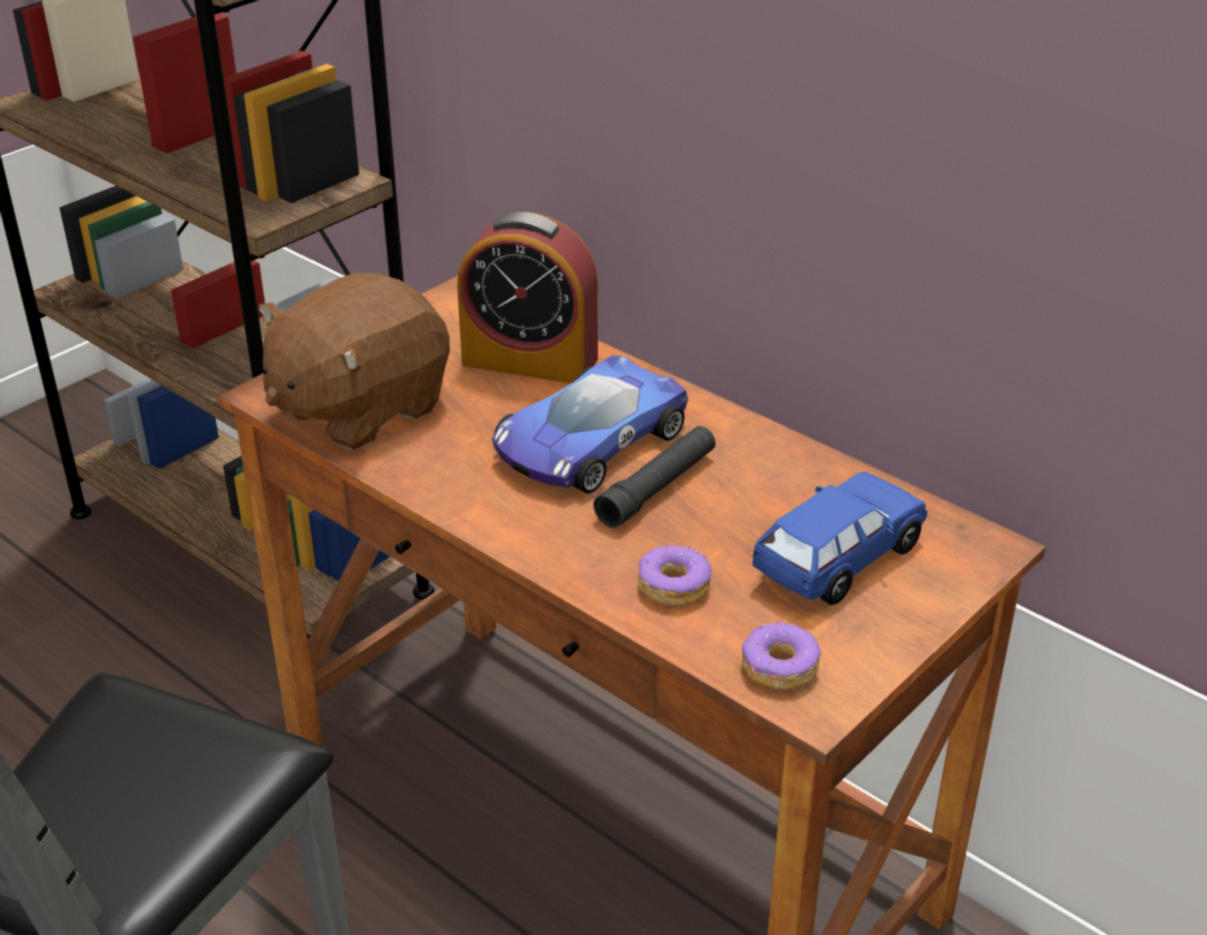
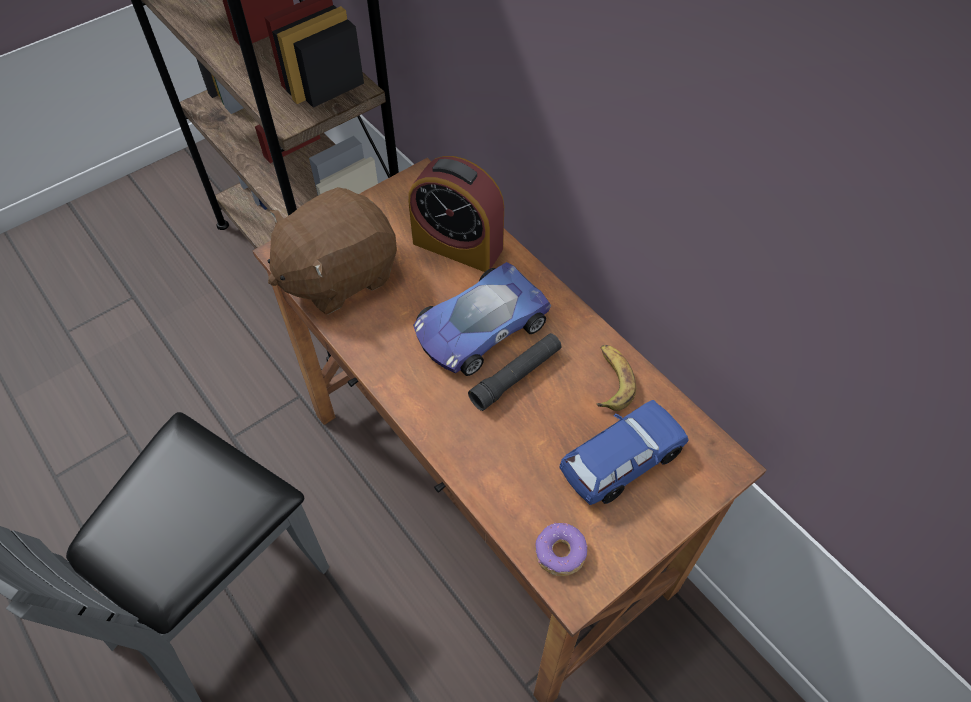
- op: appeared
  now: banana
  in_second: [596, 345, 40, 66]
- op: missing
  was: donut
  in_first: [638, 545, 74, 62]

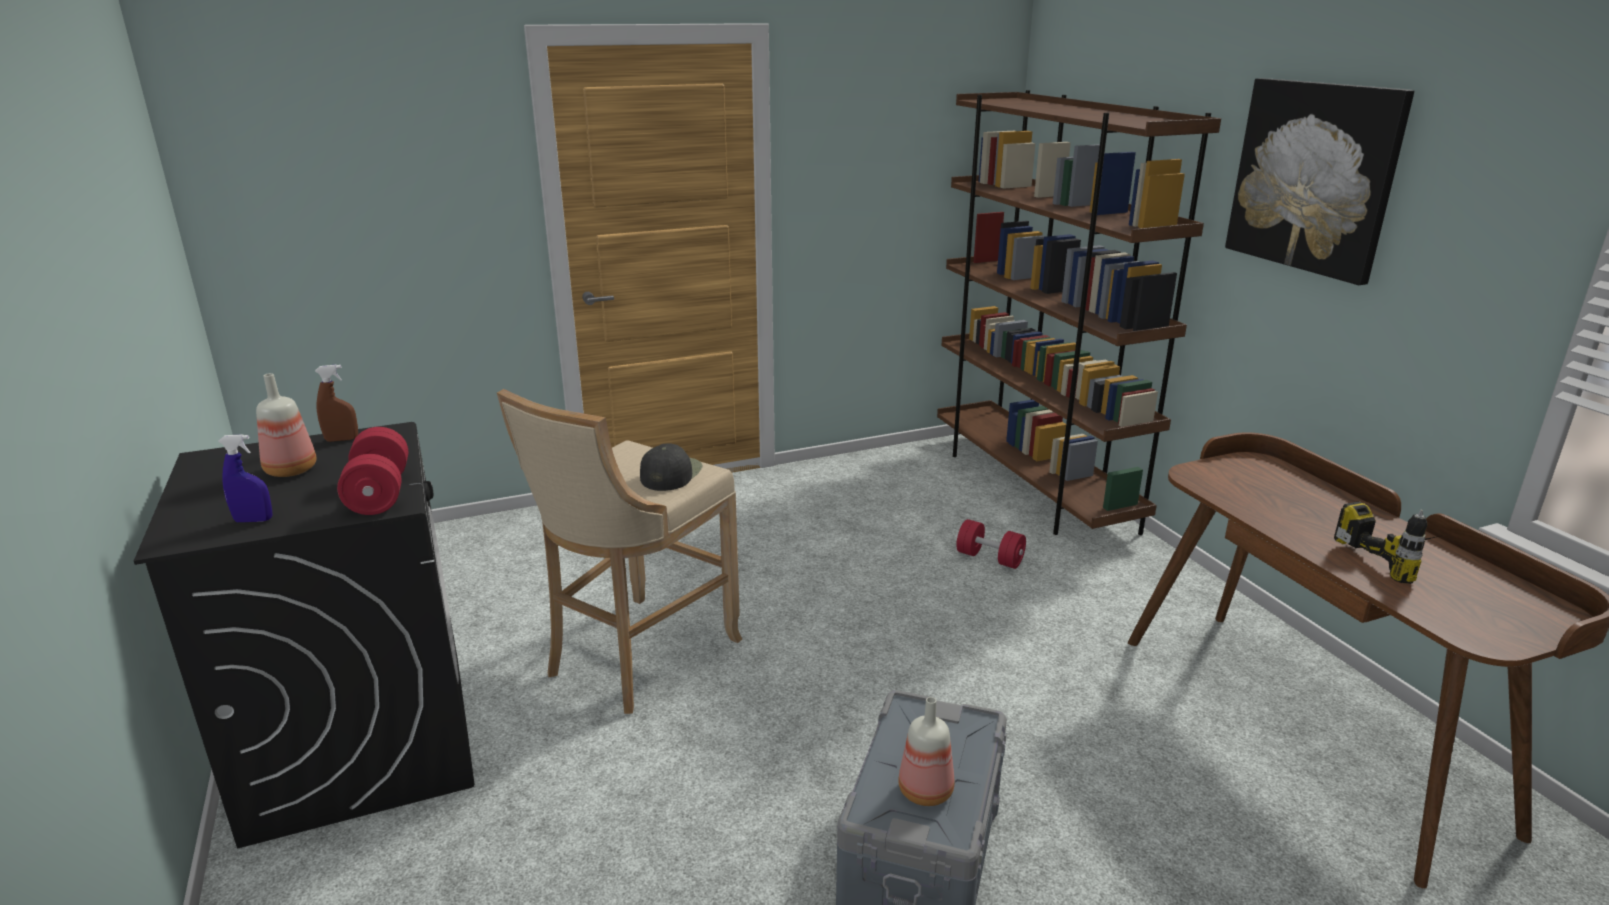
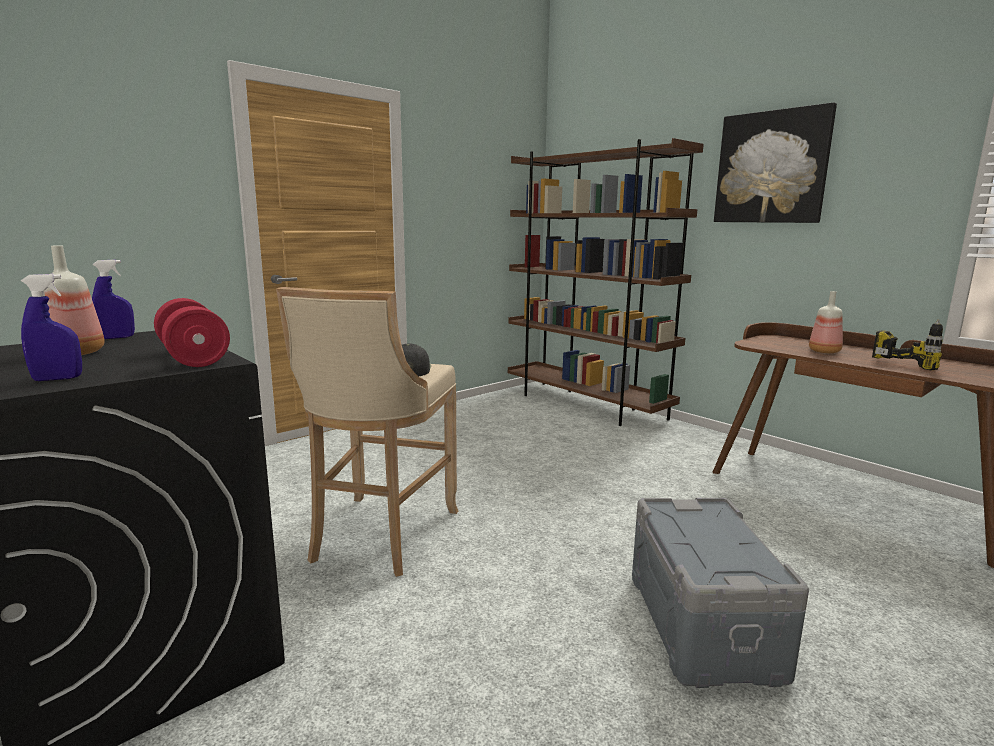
- op: colour
  was: brown_spray_bottle
  now: blue_spray_bottle
  in_first: [315, 365, 43, 77]
  in_second: [92, 260, 43, 79]
- op: relocated
  was: bottle
  in_first: [898, 697, 56, 109]
  in_second: [809, 291, 34, 62]
- op: missing
  was: red_dumbbell
  in_first: [957, 519, 69, 50]

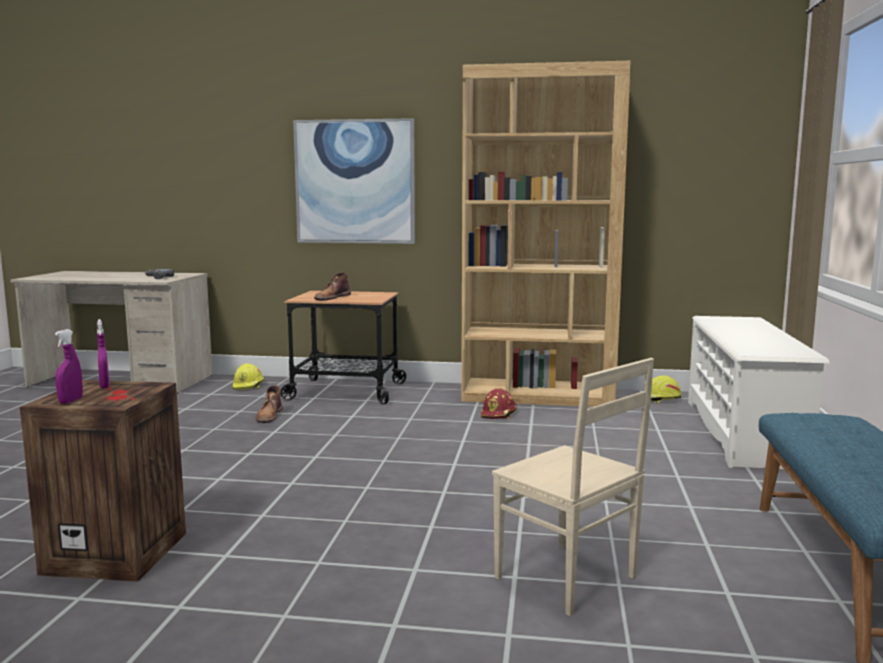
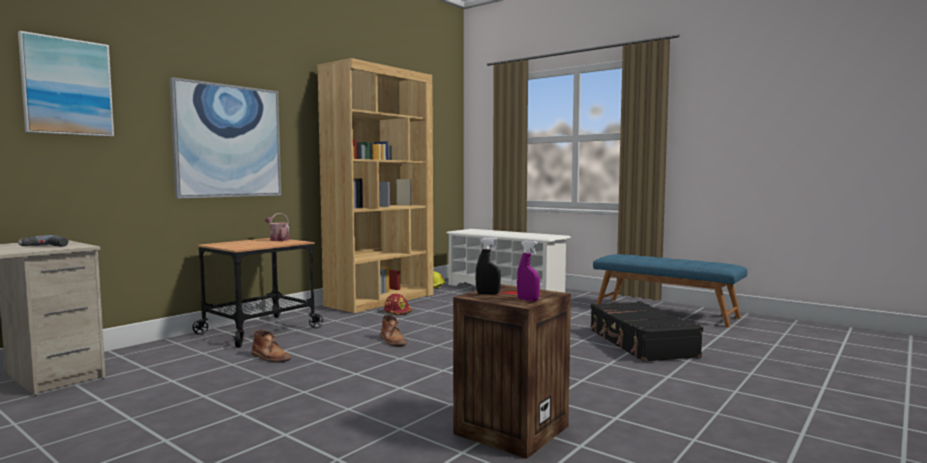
- op: appeared
  now: picture
  in_second: [18, 31, 96, 106]
- op: appeared
  now: watering_can
  in_second: [265, 213, 25, 28]
- op: relocated
  was: brown_boot
  in_first: [314, 272, 37, 29]
  in_second: [380, 315, 27, 31]
- op: colour
  was: purple_spray_bottle
  now: black_spray_bottle
  in_first: [97, 319, 12, 69]
  in_second: [476, 237, 25, 57]
- op: exchanged
  was: beige_chair
  now: black_suitcase
  in_first: [492, 358, 162, 258]
  in_second: [590, 301, 113, 61]
- op: missing
  was: yellow_hard_hat
  in_first: [232, 363, 32, 27]

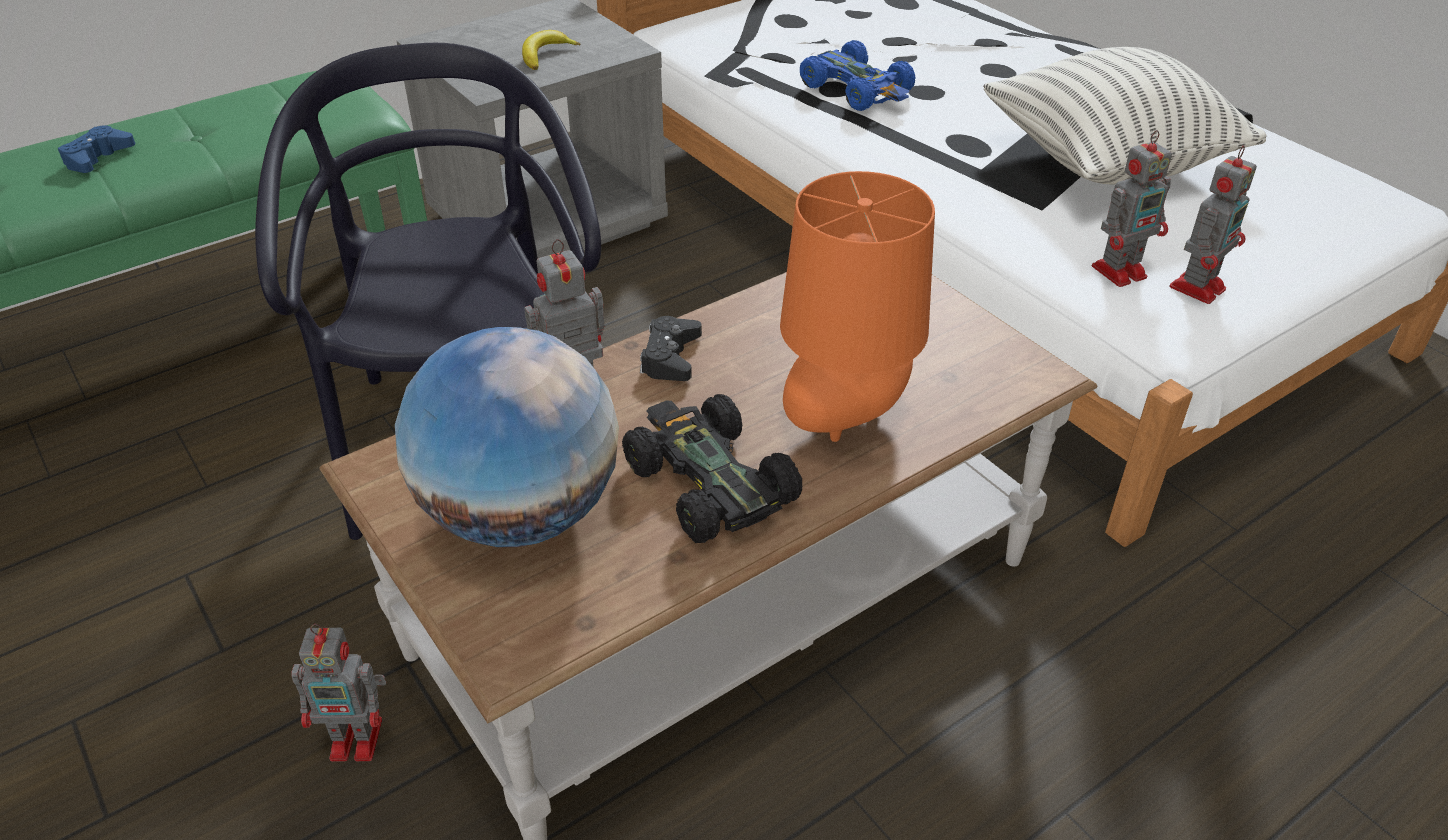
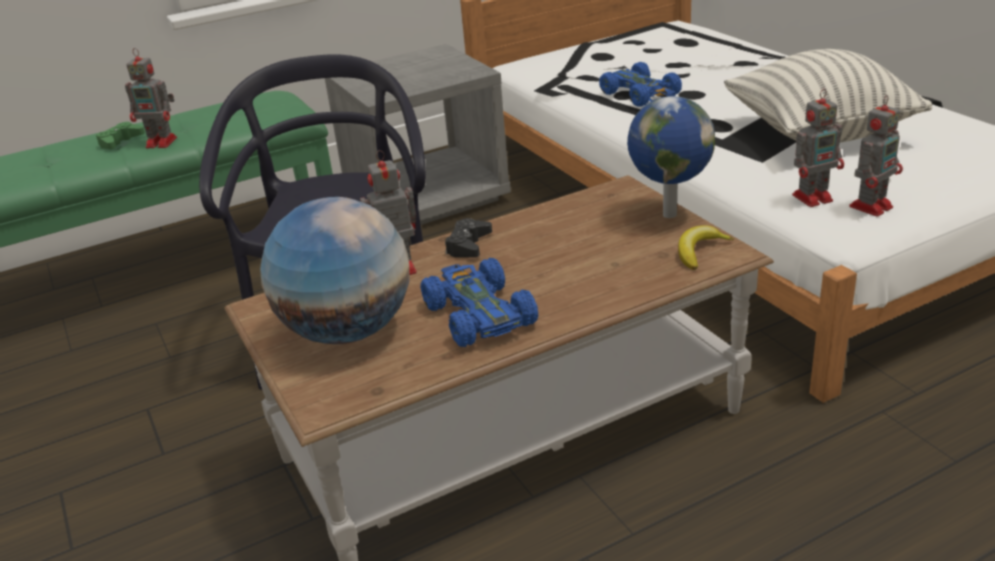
- op: colour
  was: blue_game_controller
  now: green_game_controller
  in_first: [58, 125, 77, 48]
  in_second: [96, 122, 49, 27]
- op: relocated
  was: toy_robot
  in_first: [291, 624, 95, 138]
  in_second: [125, 48, 52, 100]
- op: colour
  was: black_toy_car
  now: blue_toy_car
  in_first: [622, 394, 181, 149]
  in_second: [420, 258, 118, 89]
- op: appeared
  now: globe
  in_second: [627, 96, 88, 122]
- op: relocated
  was: banana
  in_first: [522, 30, 58, 40]
  in_second: [678, 225, 56, 45]
- op: missing
  was: orange_table_lamp
  in_first: [780, 171, 155, 271]

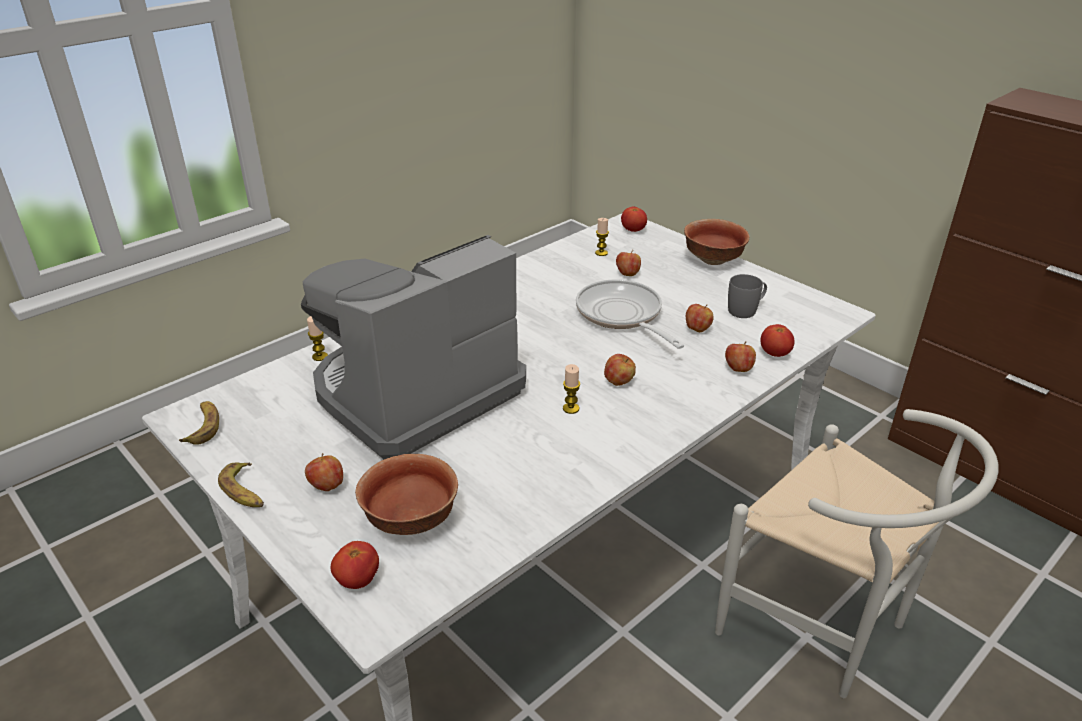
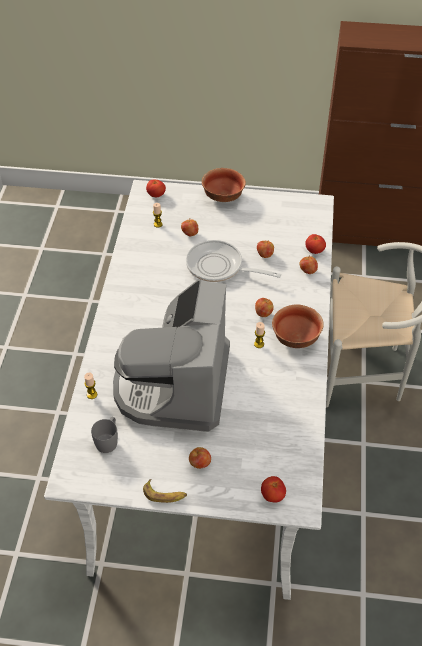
- op: relocated
  was: grey_mug
  in_first: [728, 274, 39, 44]
  in_second: [91, 417, 27, 36]
- op: relocated
  was: bowl
  in_first: [355, 454, 103, 81]
  in_second: [272, 305, 52, 43]
- op: missing
  was: banana
  in_first: [179, 401, 40, 44]

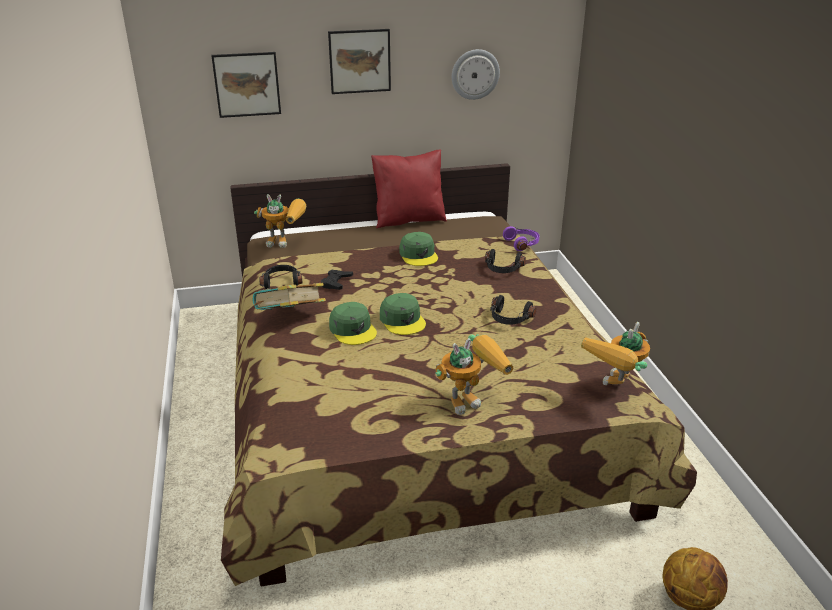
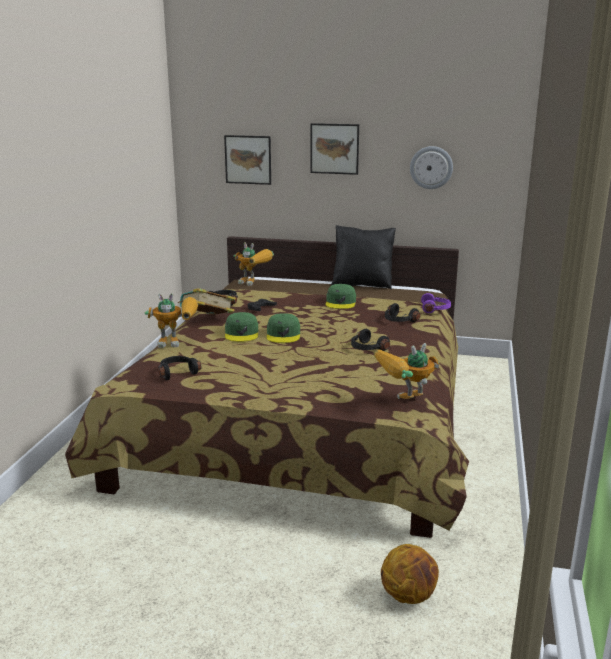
- op: relocated
  was: toy_robot
  in_first: [435, 334, 78, 81]
  in_second: [145, 293, 53, 55]
- op: appeared
  now: black_headphones
  in_second: [158, 356, 43, 24]
- op: colour
  was: red_pillow
  now: black_pillow
  in_first: [371, 150, 76, 78]
  in_second: [331, 225, 65, 64]

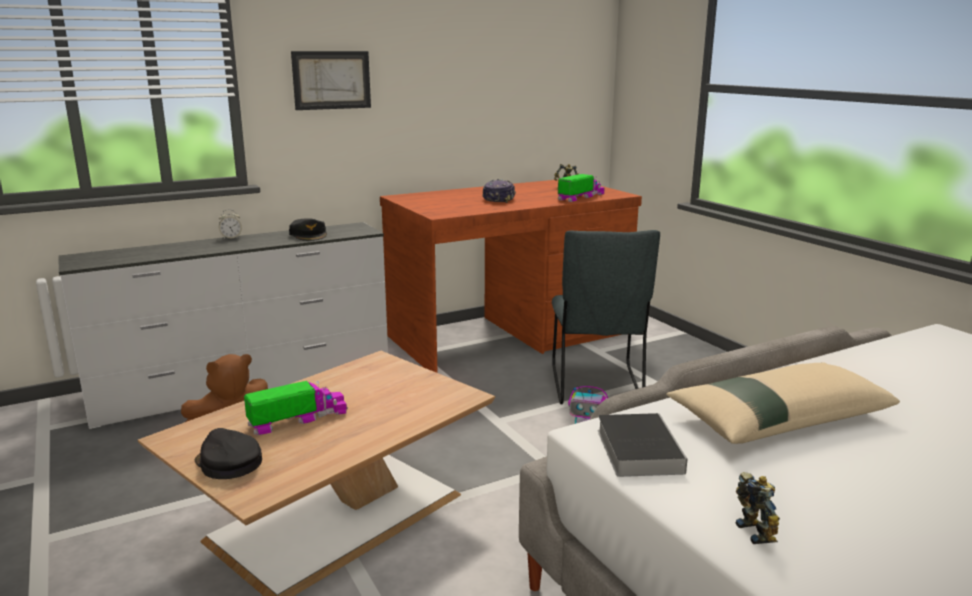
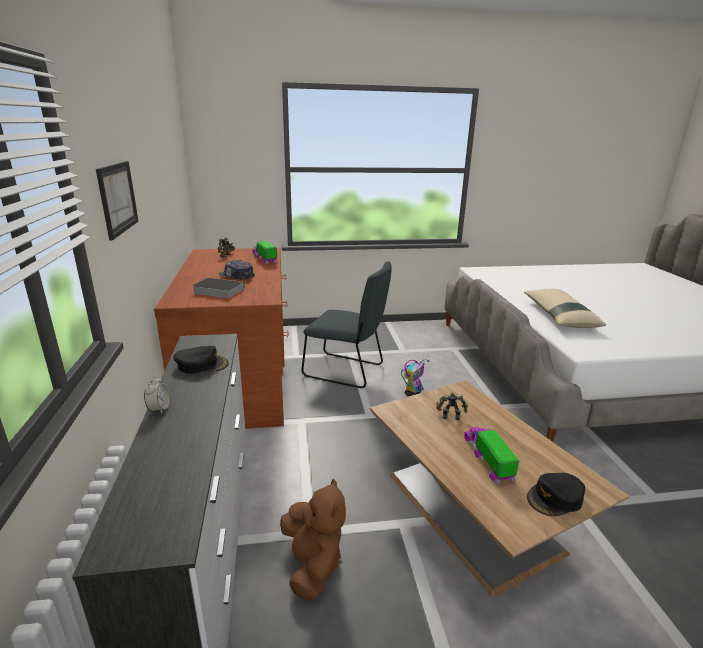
- op: relocated
  was: book
  in_first: [597, 413, 91, 64]
  in_second: [192, 278, 52, 20]
- op: relocated
  was: toy_robot
  in_first: [735, 472, 45, 72]
  in_second: [436, 392, 32, 28]

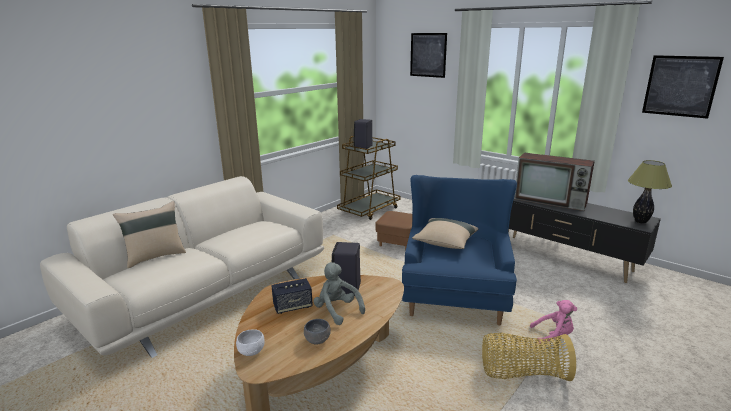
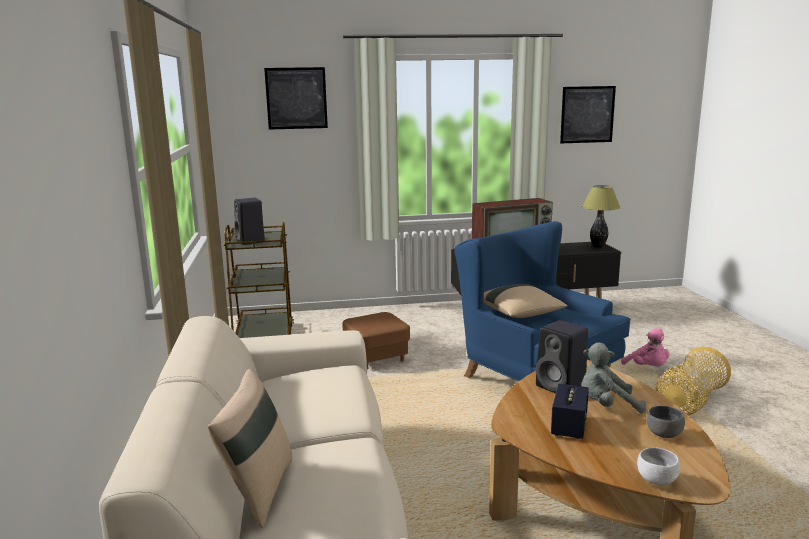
- op: spun
  was: pink_plush_toy
  in_first: [530, 300, 47, 44]
  in_second: [621, 328, 48, 38]
  clockwise: 105

